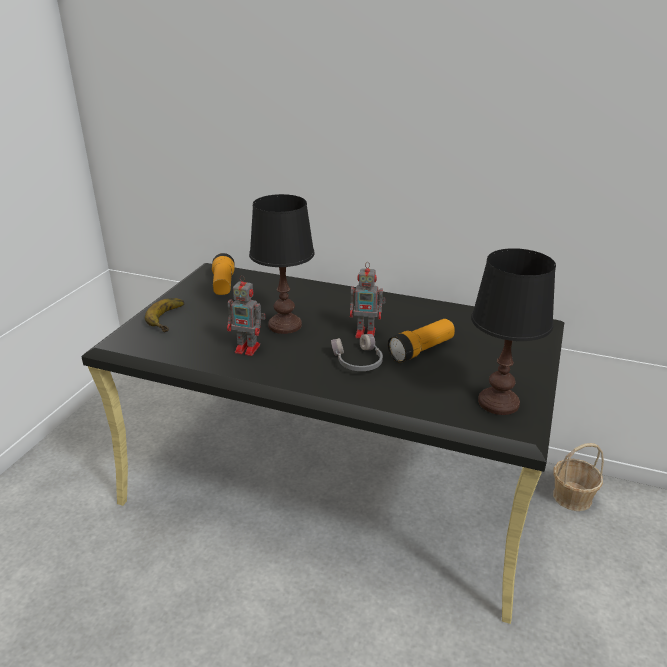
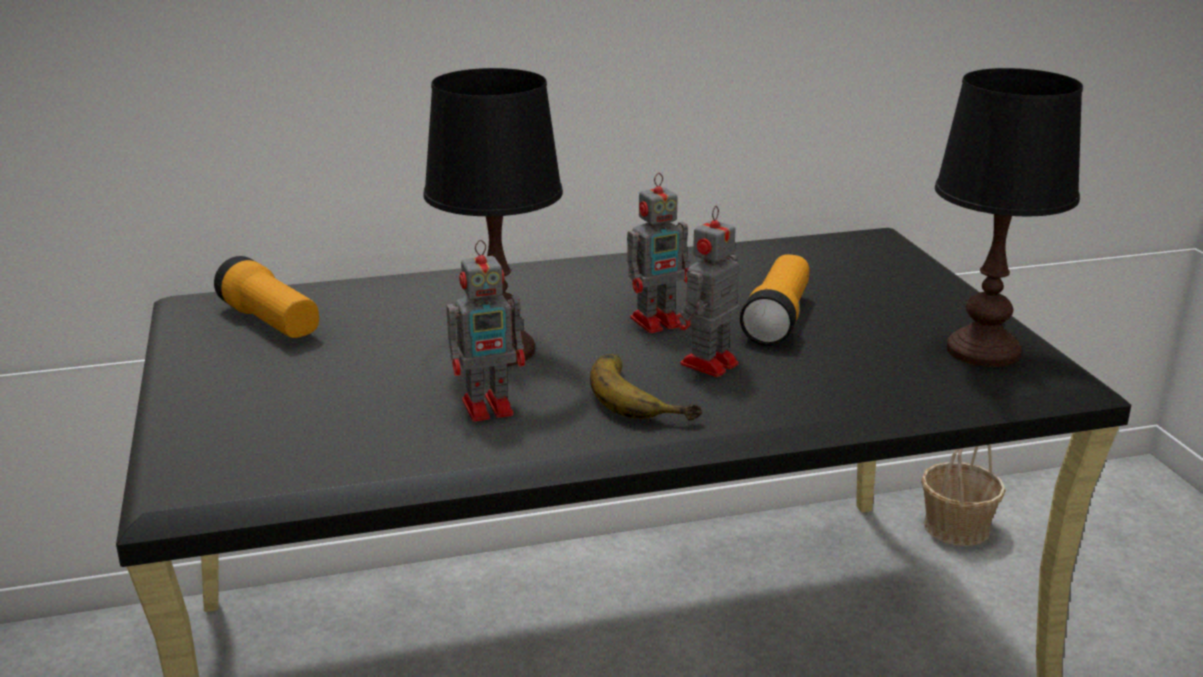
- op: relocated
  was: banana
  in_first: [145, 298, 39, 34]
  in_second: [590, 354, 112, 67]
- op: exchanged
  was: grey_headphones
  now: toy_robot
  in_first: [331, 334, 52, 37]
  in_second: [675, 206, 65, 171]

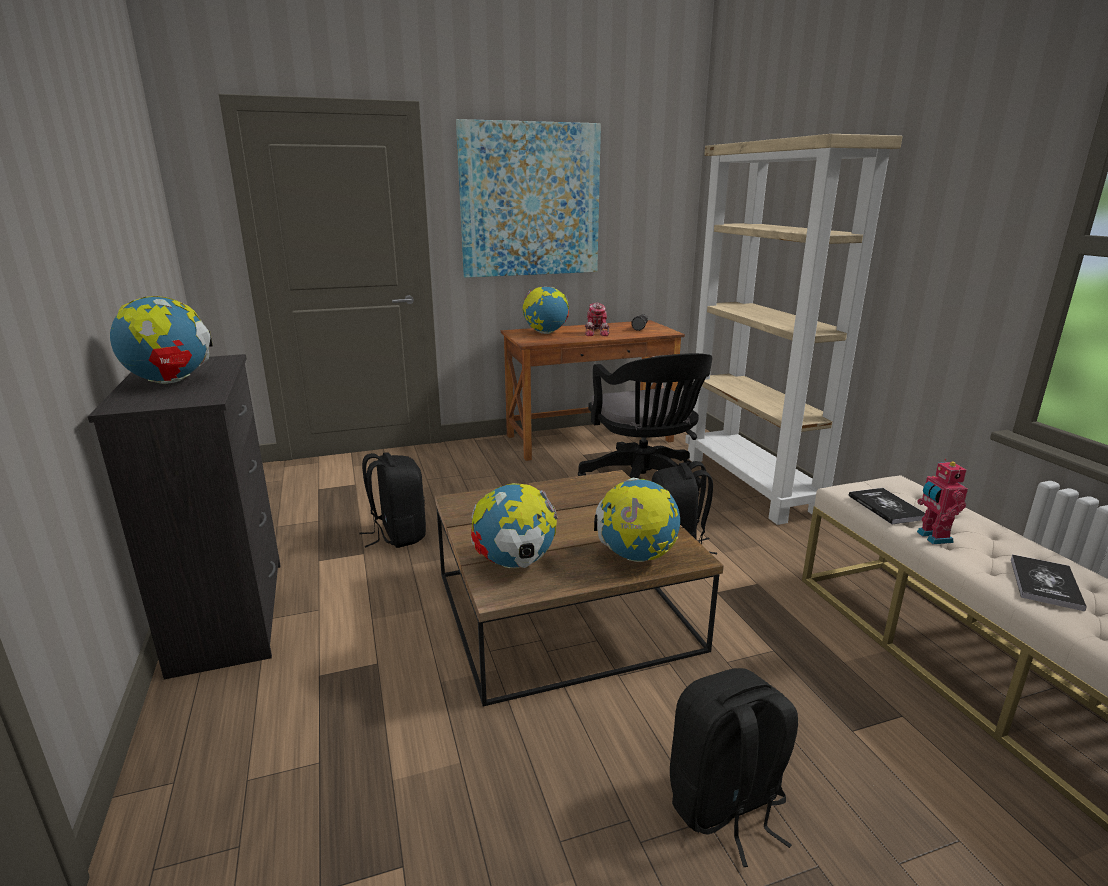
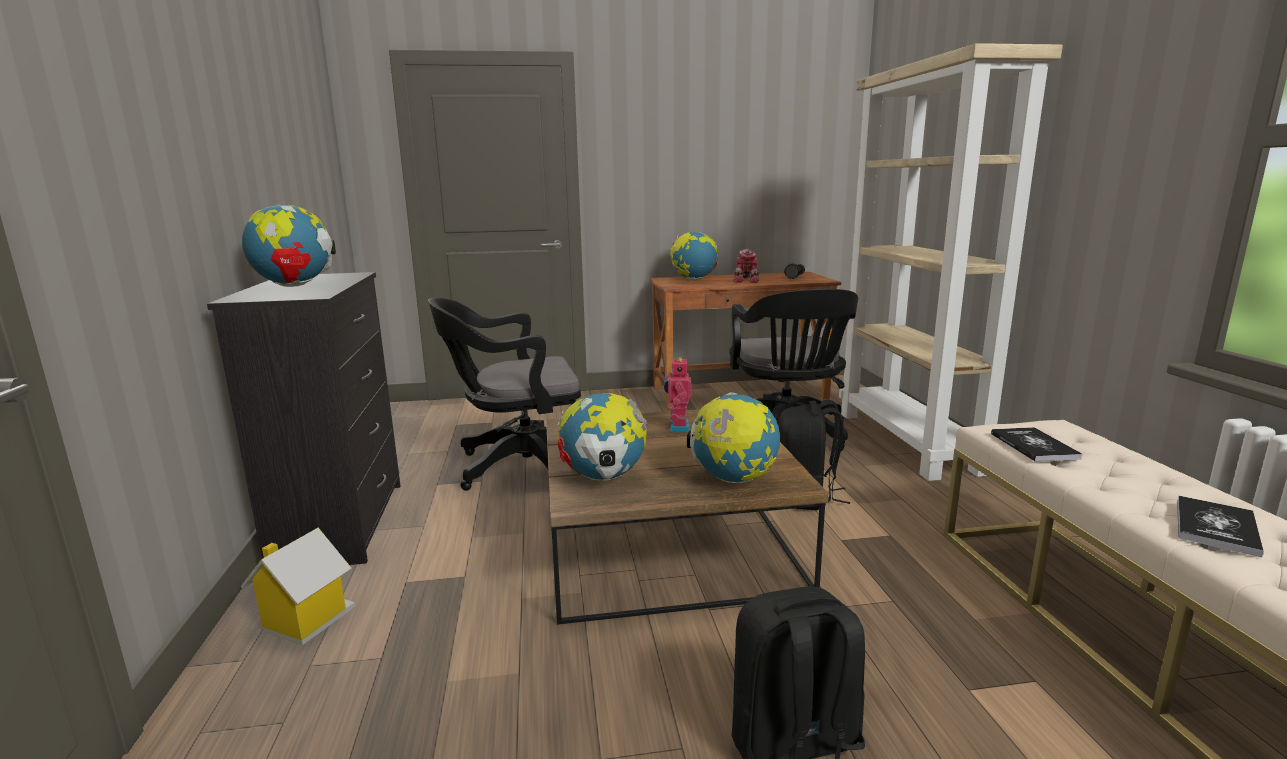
- op: appeared
  now: toy_house
  in_second: [241, 528, 114, 117]
- op: exchanged
  was: black_backpack
  now: black_office_chair
  in_first: [359, 452, 67, 96]
  in_second: [428, 297, 153, 194]
- op: relocated
  was: toy_robot
  in_first: [917, 459, 51, 85]
  in_second: [664, 356, 27, 75]
- op: missing
  was: picture
  in_first: [456, 119, 145, 159]

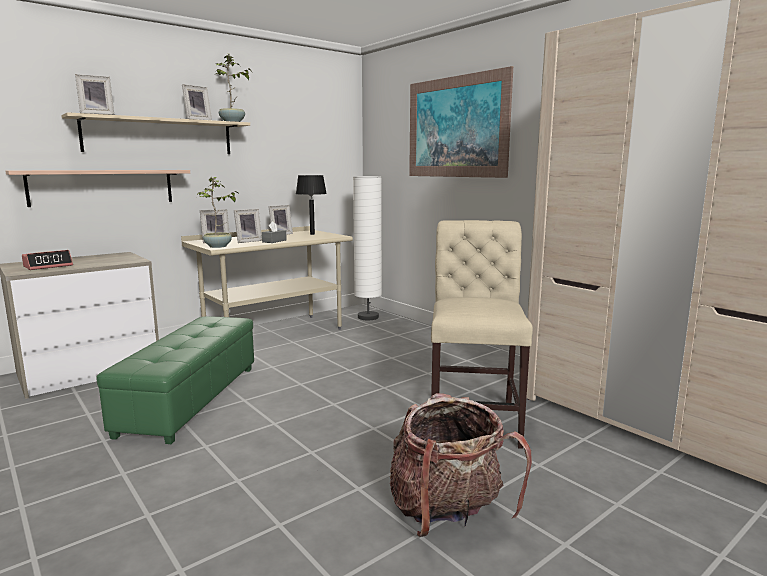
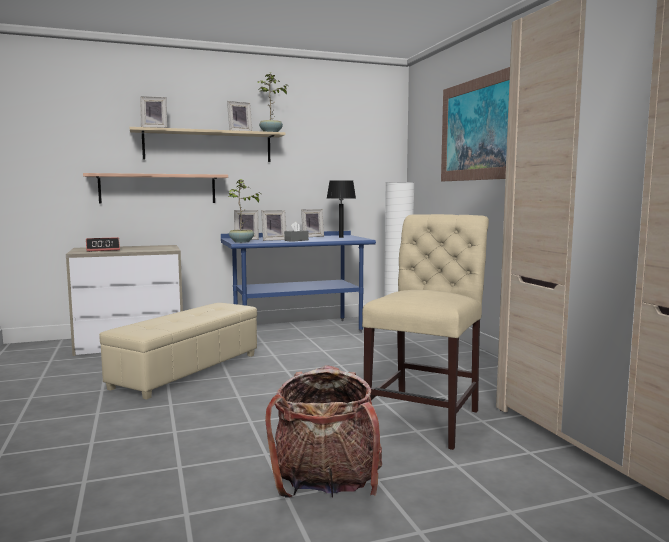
- op: colour
  was: green_ottoman
  now: beige_ottoman
  in_first: [96, 316, 158, 128]
  in_second: [99, 303, 158, 97]
- op: colour
  was: beige_desk
  now: blue_desk
  in_first: [181, 226, 172, 104]
  in_second: [221, 231, 155, 102]

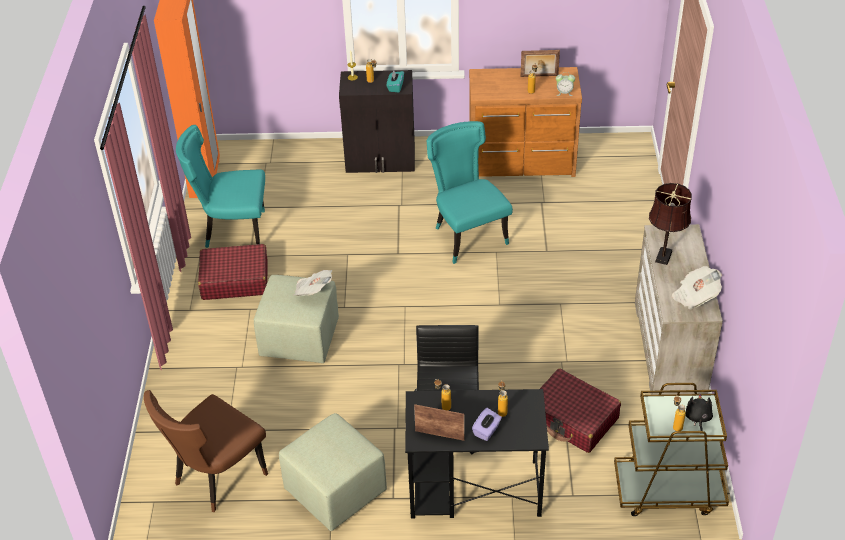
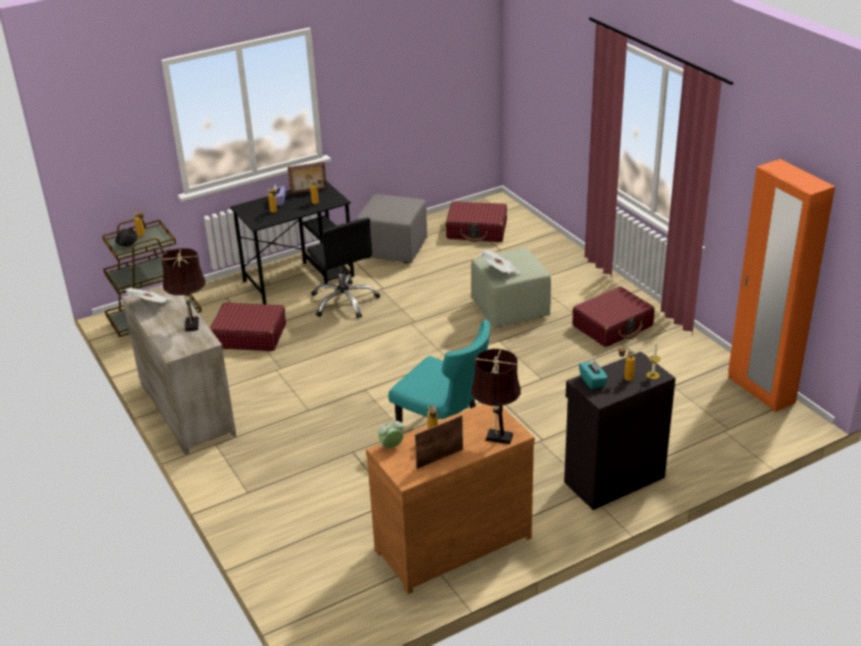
- op: colour
  was: green_ottoman
  now: grey_ottoman
  in_first: [279, 413, 108, 118]
  in_second: [356, 194, 71, 69]
- op: exchanged
  was: brown_chair
  now: red_suitcase
  in_first: [144, 390, 124, 122]
  in_second: [446, 201, 61, 41]
- op: appeared
  now: brown_table_lamp
  in_second: [471, 349, 50, 95]
- op: missing
  was: turquoise_chair
  in_first: [176, 125, 89, 123]

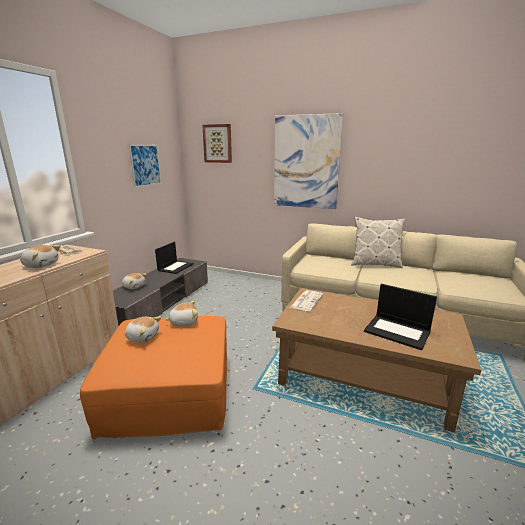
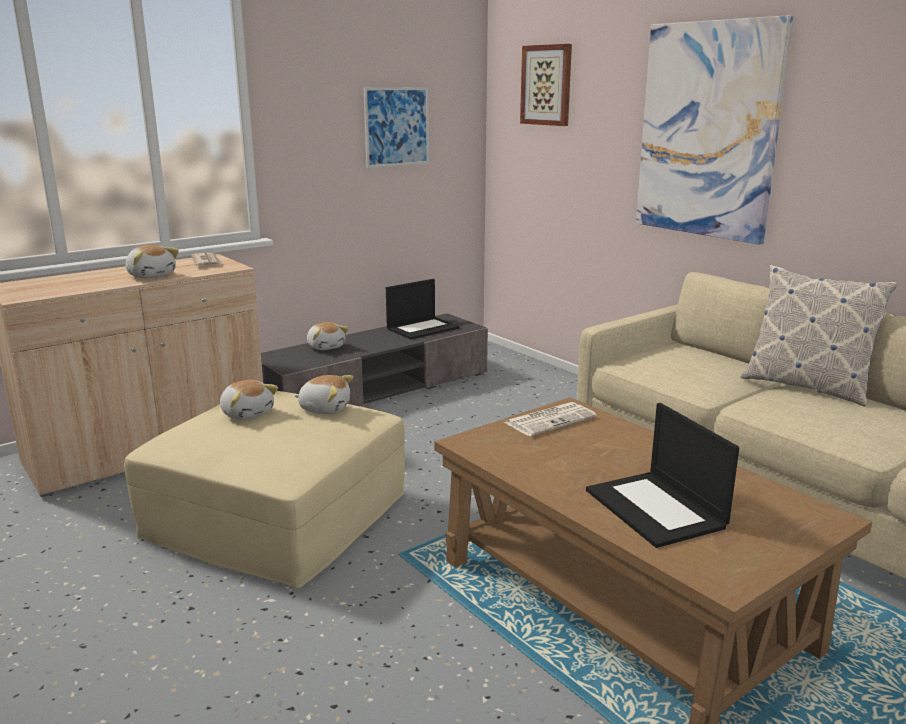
- op: colour
  was: orange_ottoman
  now: beige_ottoman
  in_first: [80, 316, 147, 123]
  in_second: [124, 391, 281, 197]

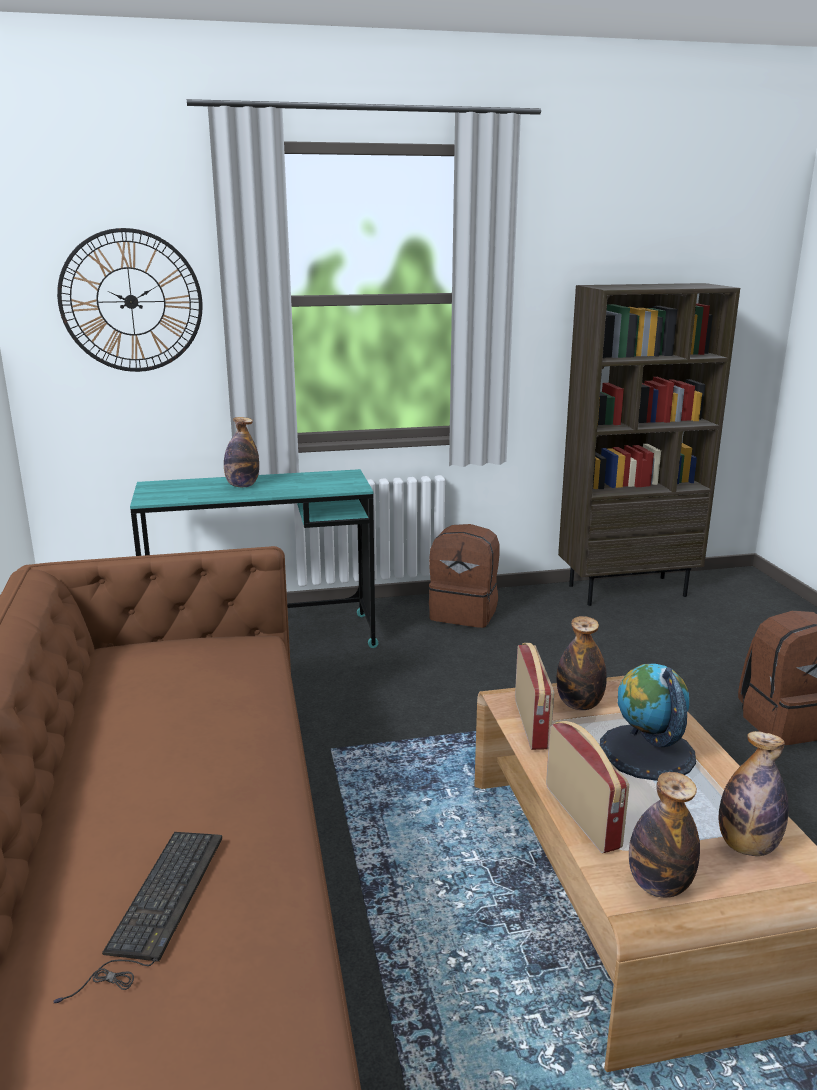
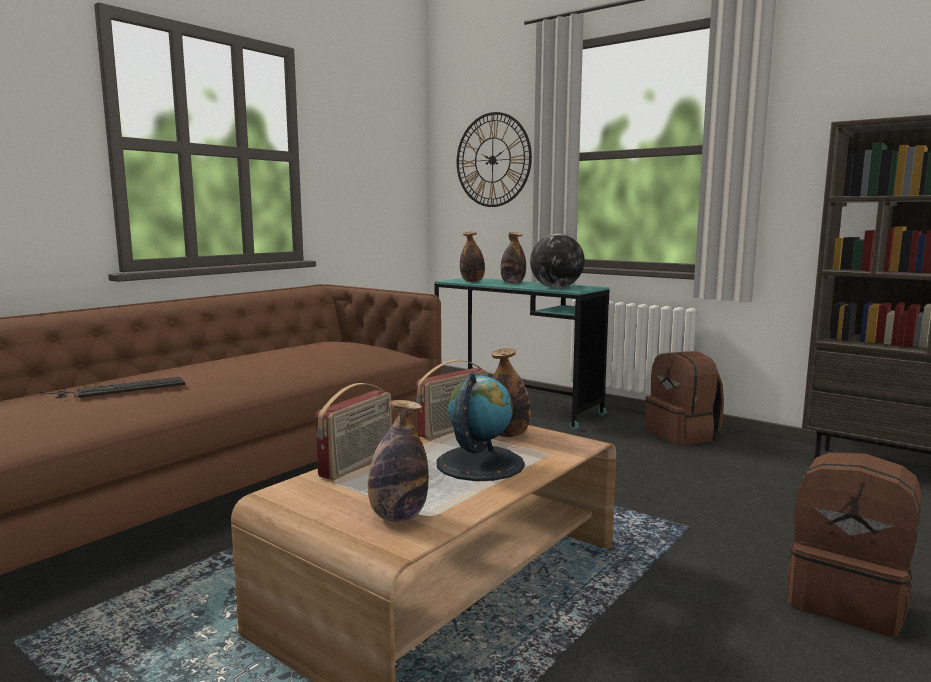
- op: relocated
  was: bottle
  in_first: [629, 772, 71, 126]
  in_second: [460, 232, 25, 50]
- op: appeared
  now: globe
  in_second: [530, 234, 55, 54]

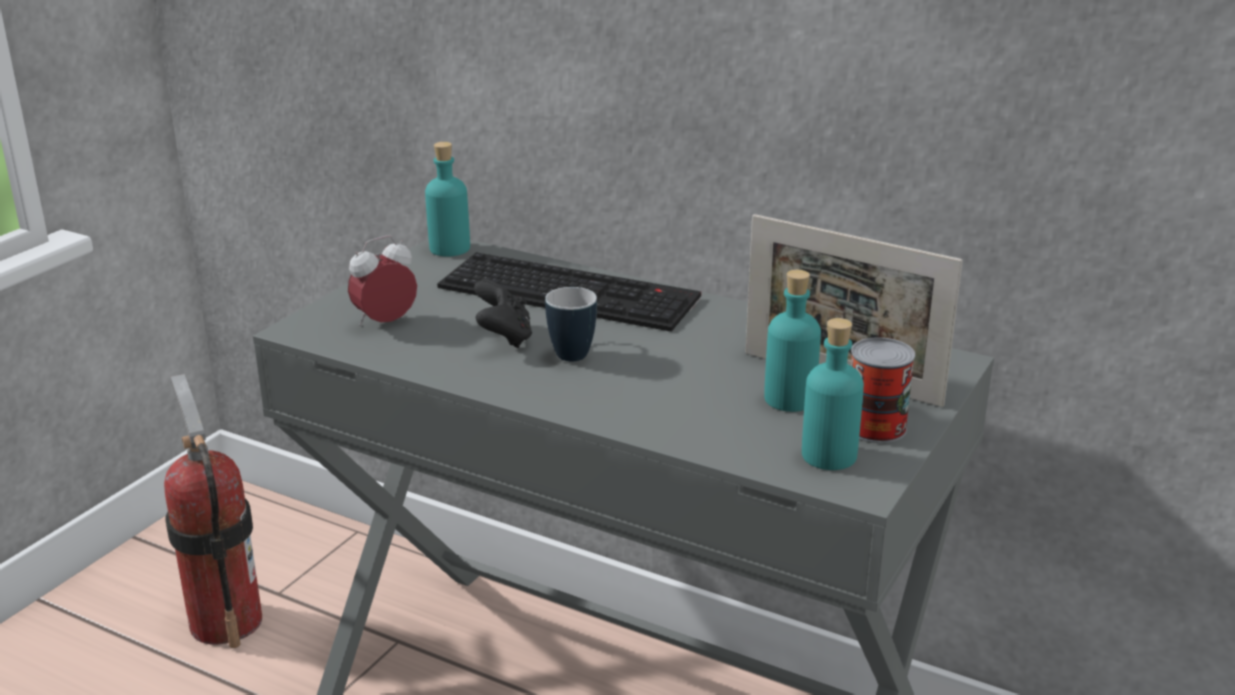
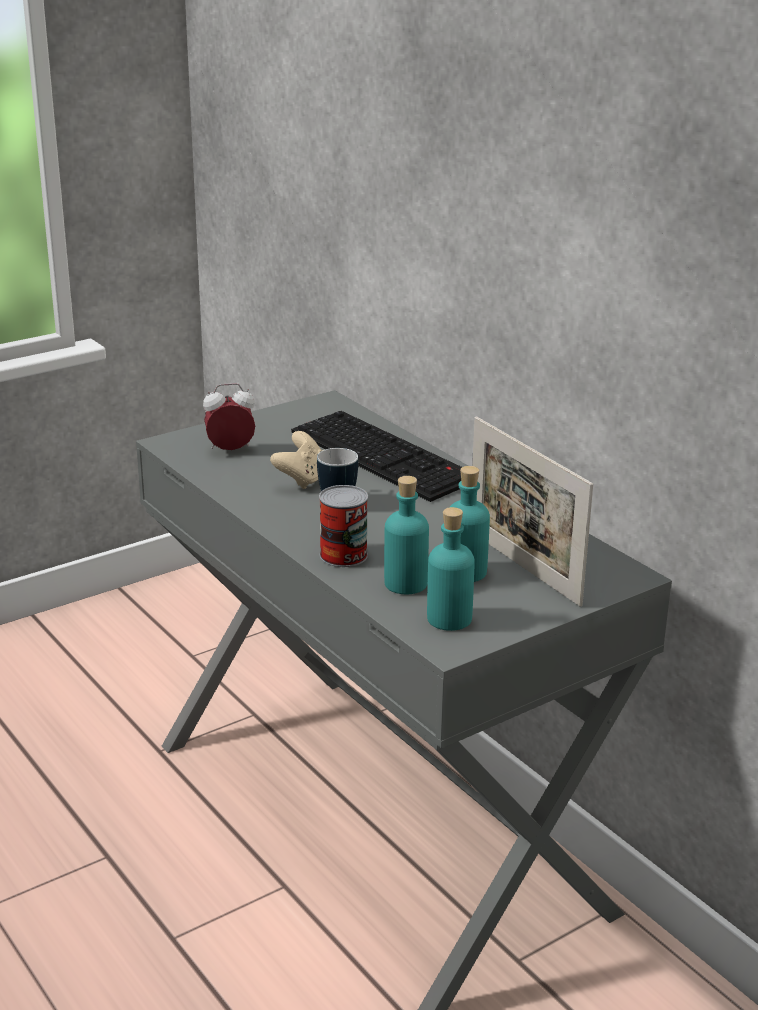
- op: colour
  was: black_game_controller
  now: beige_game_controller
  in_first: [474, 279, 58, 69]
  in_second: [270, 431, 53, 58]
- op: relocated
  was: can
  in_first: [851, 337, 64, 106]
  in_second: [319, 485, 49, 82]
- op: relocated
  was: turquoise_bottle
  in_first: [425, 142, 45, 115]
  in_second: [384, 476, 45, 118]
- op: missing
  was: fire_extinguisher
  in_first: [164, 374, 98, 274]

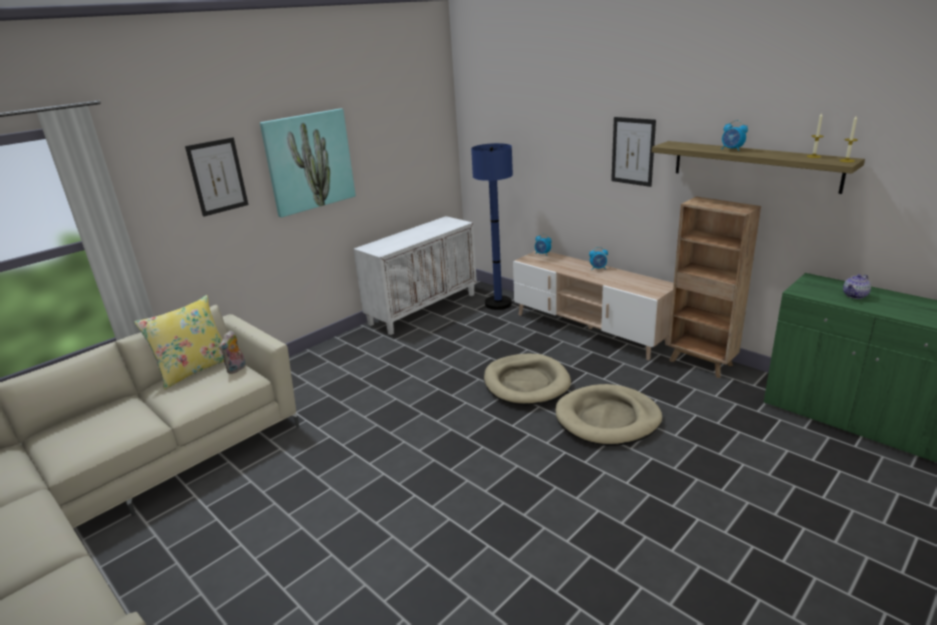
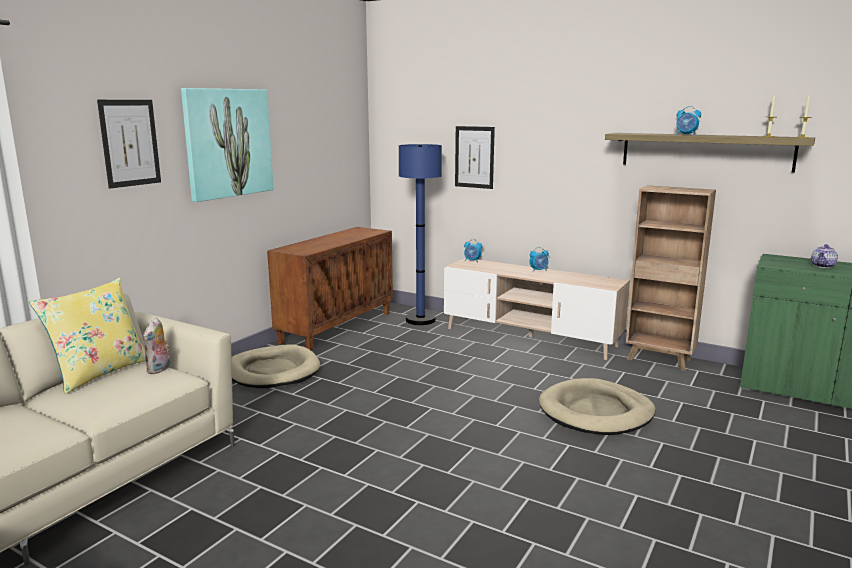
- op: relocated
  was: beige_dog_bed
  in_first: [484, 354, 87, 51]
  in_second: [231, 344, 89, 44]
- op: colour
  was: white_cabinet
  now: brown_cabinet
  in_first: [353, 216, 124, 119]
  in_second: [267, 227, 126, 124]
- op: relocated
  was: picture
  in_first: [611, 117, 45, 70]
  in_second: [455, 126, 40, 63]

